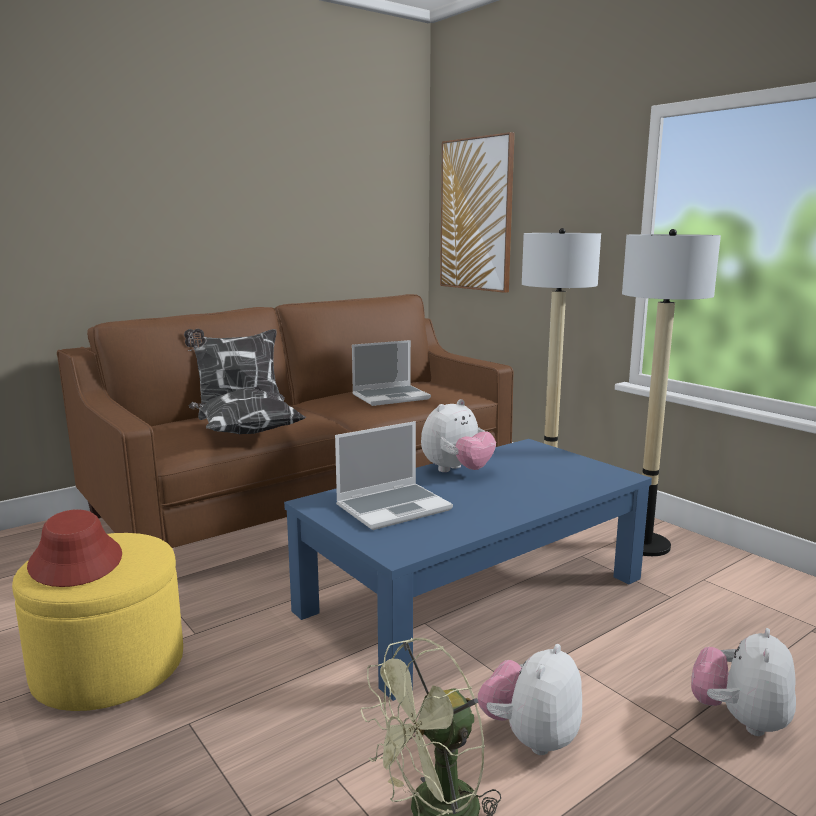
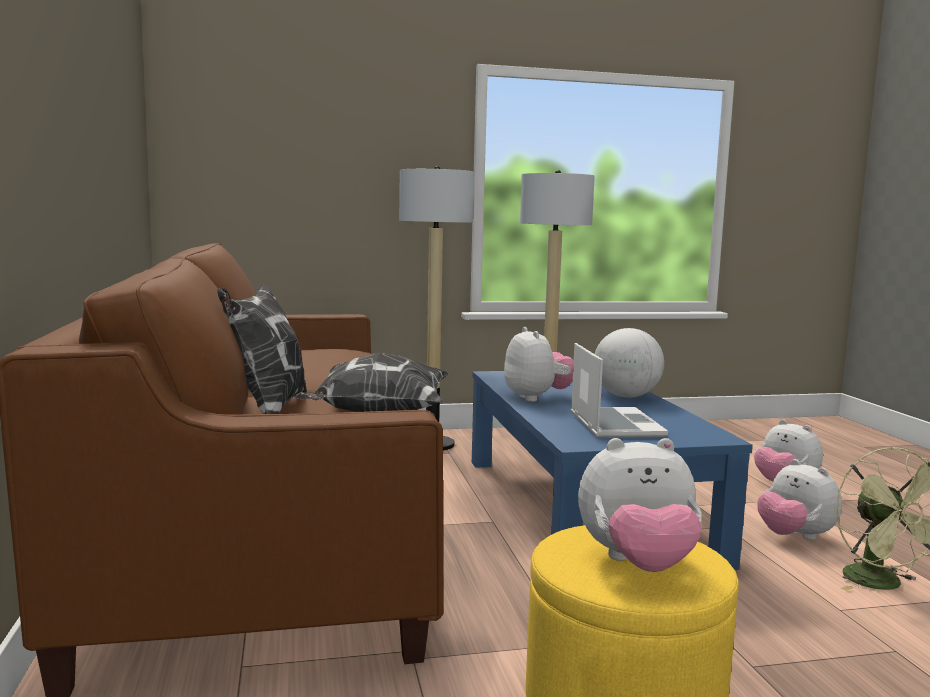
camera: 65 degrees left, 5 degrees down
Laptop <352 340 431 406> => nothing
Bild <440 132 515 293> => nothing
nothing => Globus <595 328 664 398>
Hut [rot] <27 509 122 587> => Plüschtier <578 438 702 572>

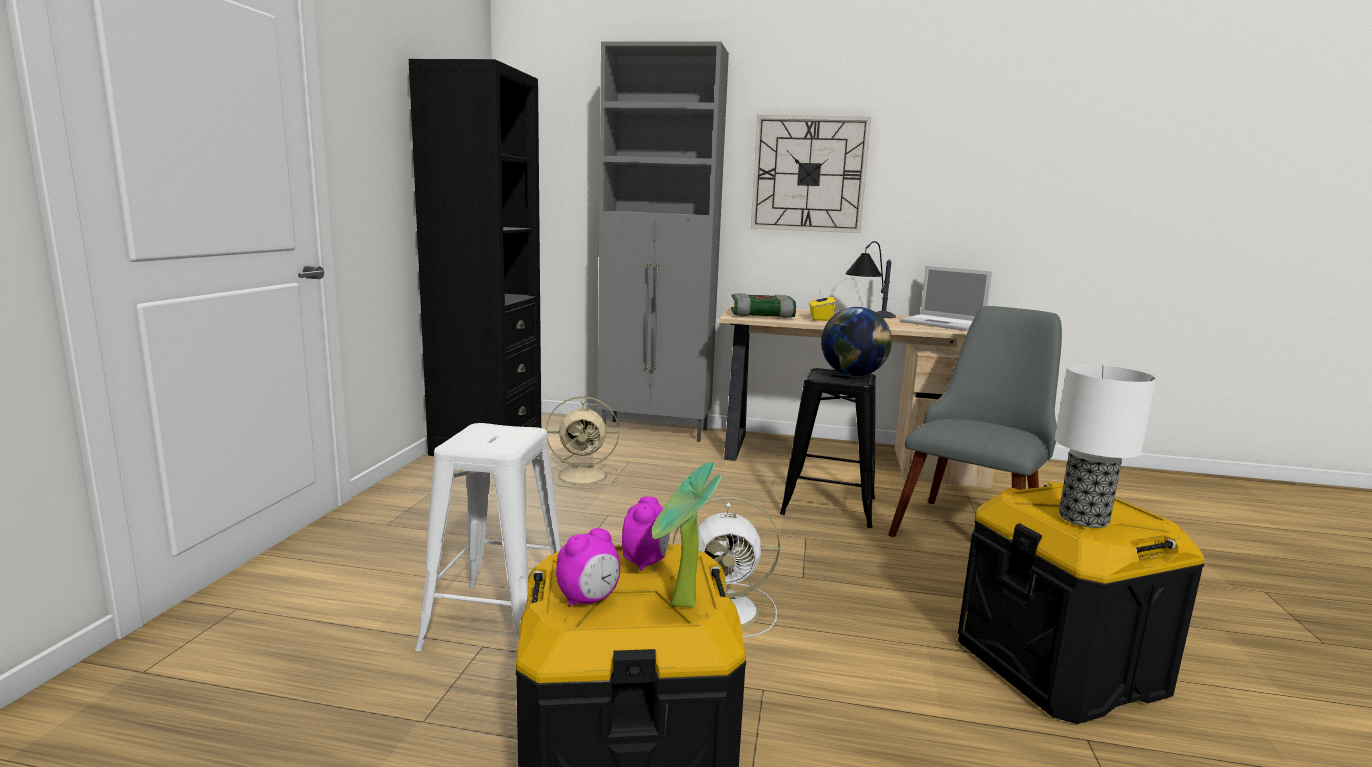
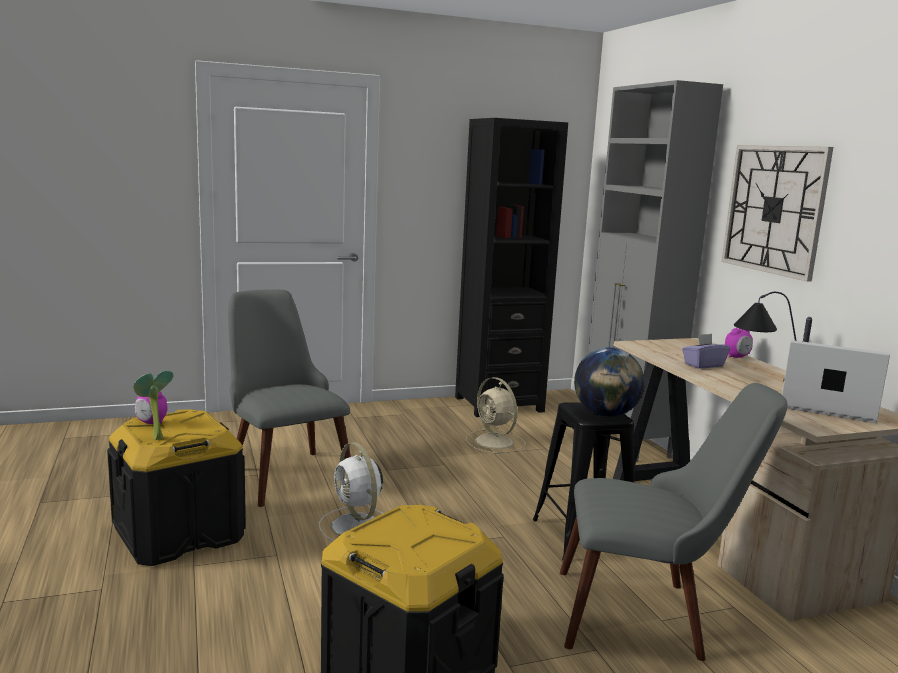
camera: 60 degrees right, 0 degrees up
Buch <731 293 796 318> => nothing
Tischlampe <1055 364 1156 528> => nothing
Wecker <622 496 670 571> => Wecker <725 328 753 358>, relocated
Hocker [weiß] <415 423 561 651> => Stuhl [grau] <228 289 351 507>
Taschentuchbox [gelb] <809 290 836 321> => Taschentuchbox [lila] <682 334 730 369>
Laptop <900 266 992 331> => Laptop <782 340 890 423>, 105 degrees clockwise

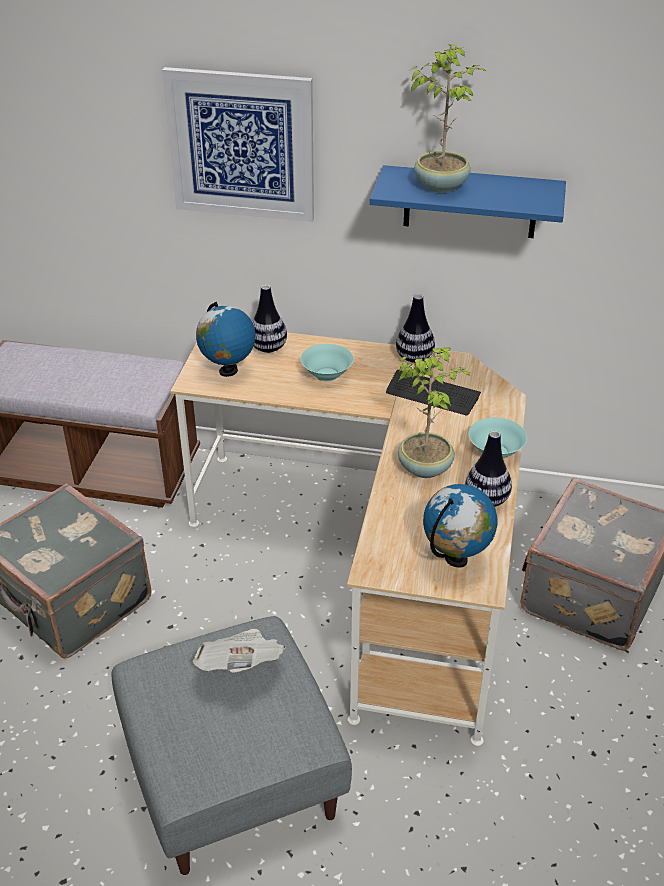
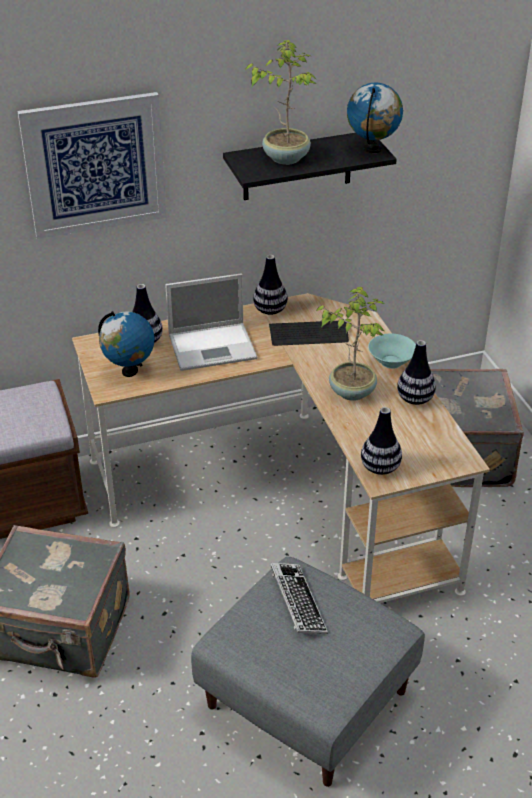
camera: 30 degrees left, 0 degrees up
nothing => Vase <361 407 402 475>
Globus <423 484 498 568> => Globus <347 83 403 153>, relocated
Zeitung <192 629 286 673> => Tastatur <271 563 328 634>
Schüssel [türkis] <300 344 354 382> => Laptop <165 273 257 371>
Wandregal [blau] <370 165 566 238> => Wandregal [schwarz] <223 133 397 200>

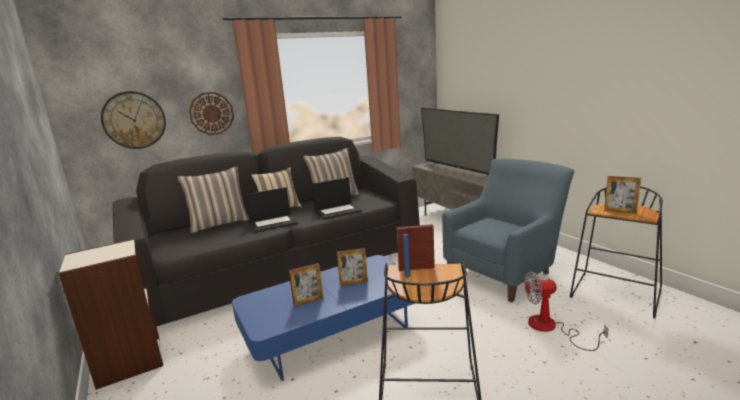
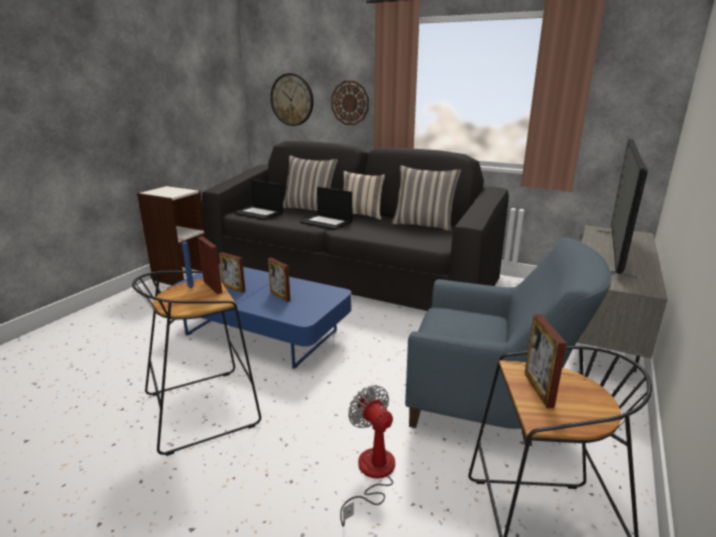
camera: 55 degrees right, 5 degrees up
Laptop <312 177 362 219> => Laptop <234 180 284 220>, relocated

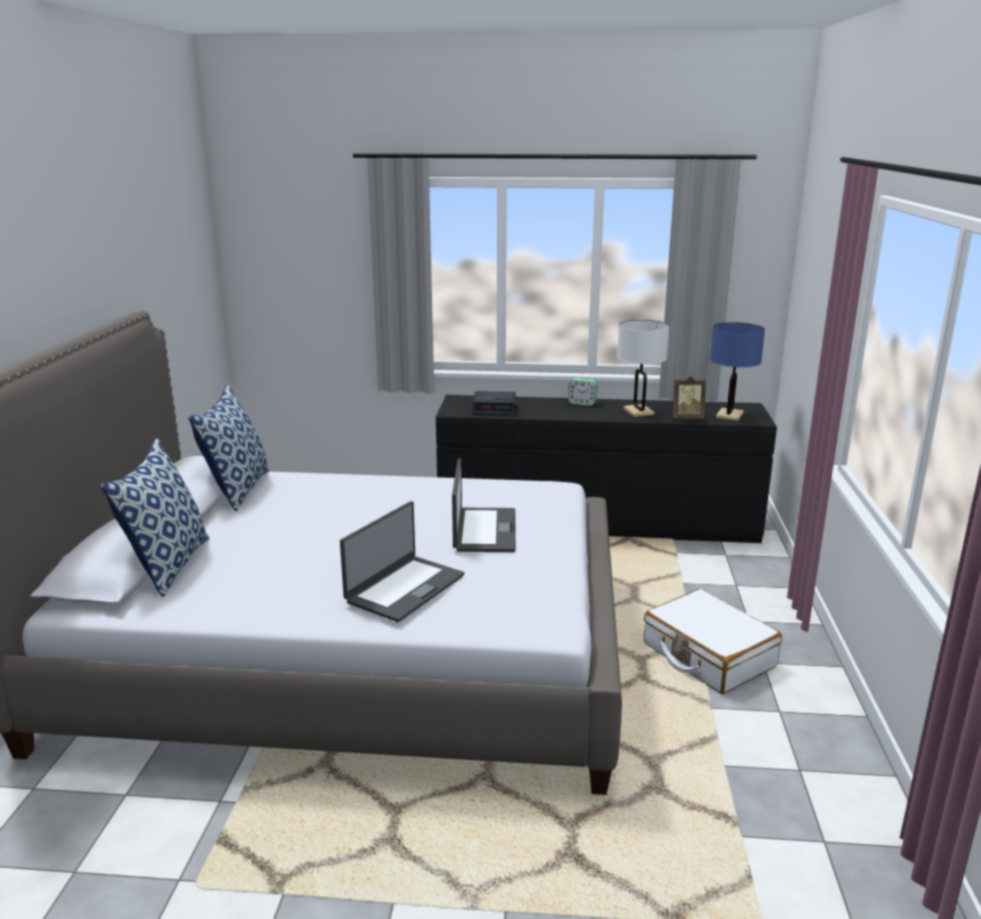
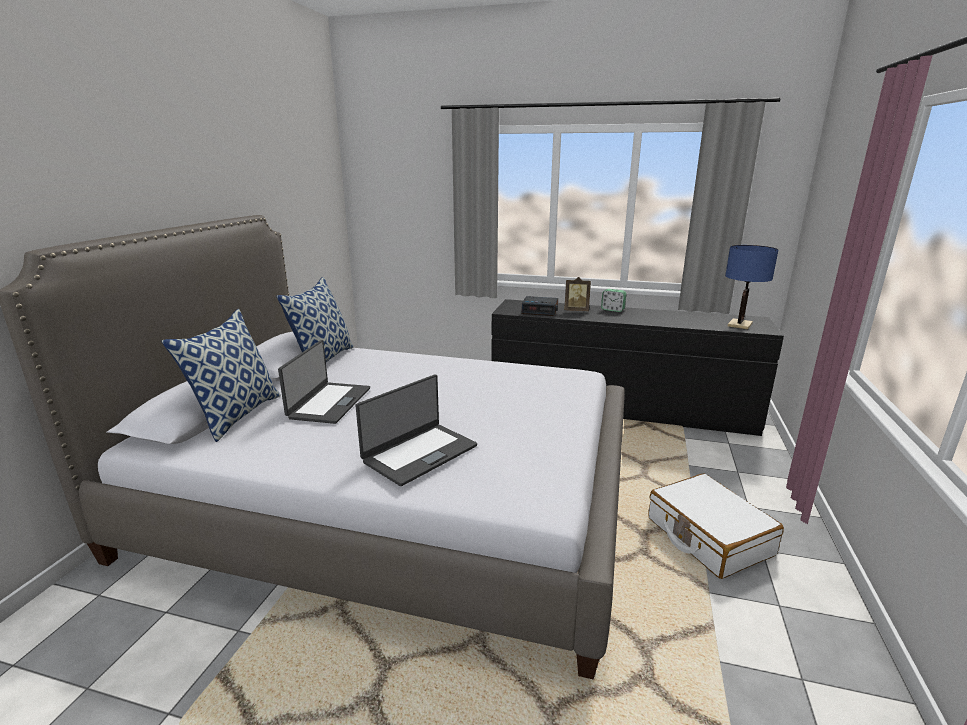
camera: 10 degrees right, 0 degrees up
Tischlampe [weiß] <617 320 670 417> => nothing
Laptop <452 458 516 552> => Laptop <278 340 370 424>, relocated
Bilderrahmen <673 376 706 419> => Bilderrahmen <564 277 591 311>, relocated

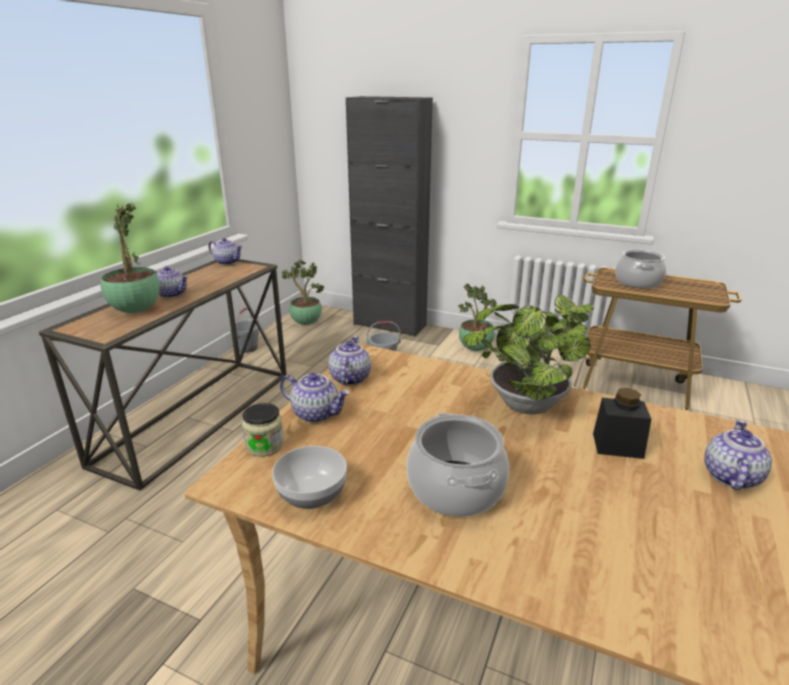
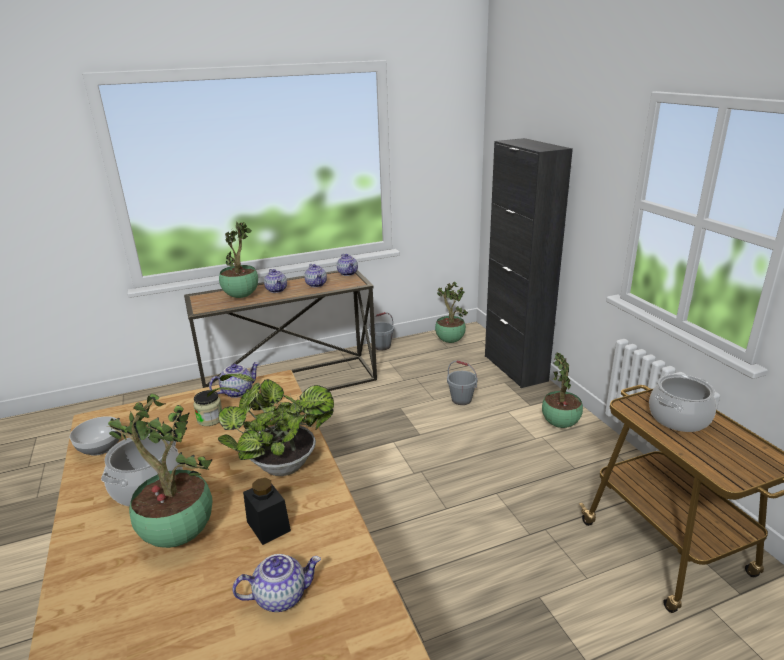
camera: 45 degrees right, 0 degrees up
nothing => Topfpflanze <106 394 212 548>
Vorratsglas <242 403 284 457> => Vorratsglas <194 390 222 426>, relocated
Teekanne <280 373 350 423> => Teekanne <304 264 327 287>, relocated

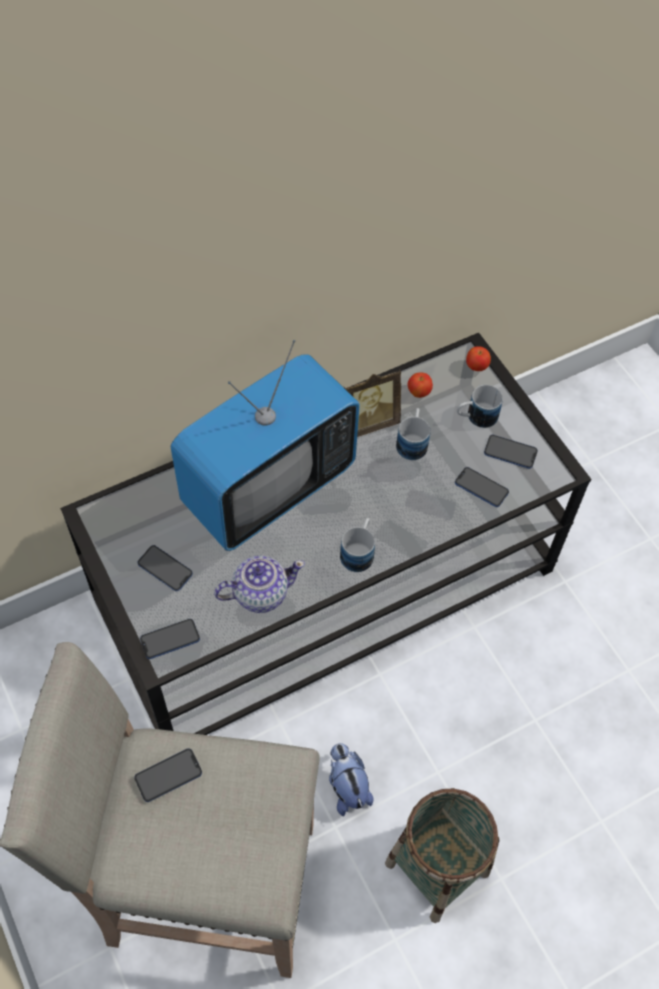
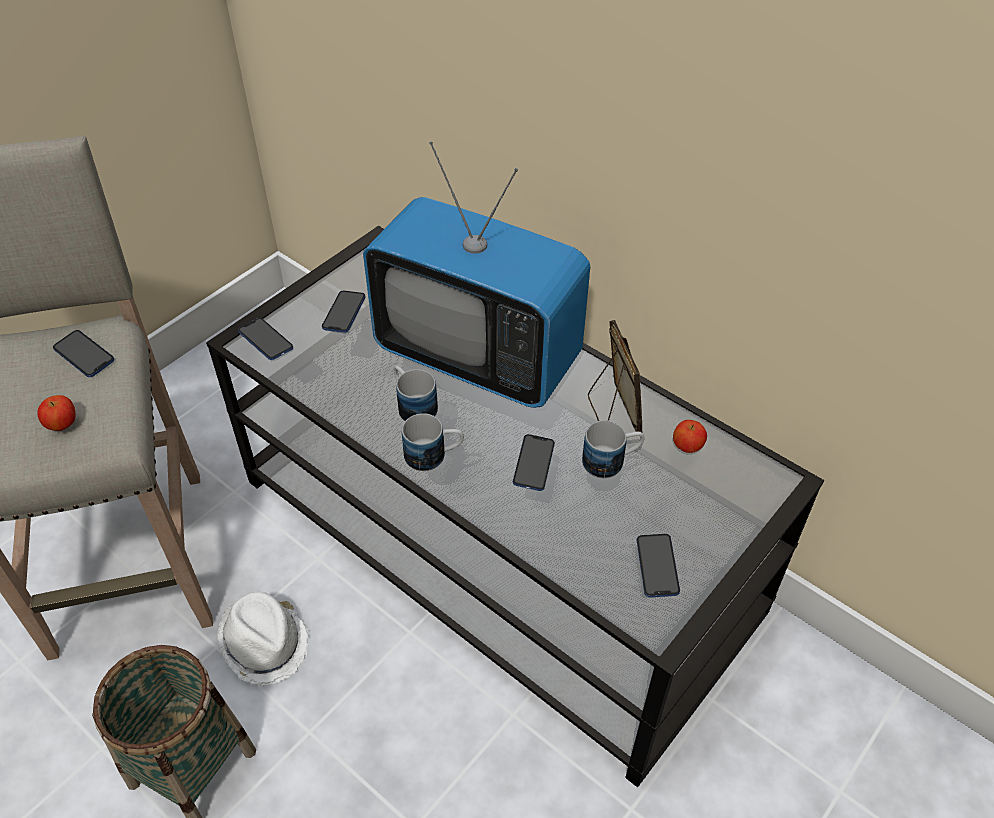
camera: 70 degrees right, 10 degrees down
Teekanne <214 555 305 613> => nothing
Handy <455 467 509 507> => Handy <513 434 555 491>, relocated
Henkelbecher <457 385 503 428> => Henkelbecher <394 365 438 421>, relocated
Apfel <466 346 491 371> => Apfel <37 395 76 431>, relocated
Plüschtier <329 743 373 816> => Hut [weiß] <217 592 308 686>
Bilderrahmen <344 369 401 437> => Bilderrahmen <588 320 643 433>, 150 degrees counterclockwise

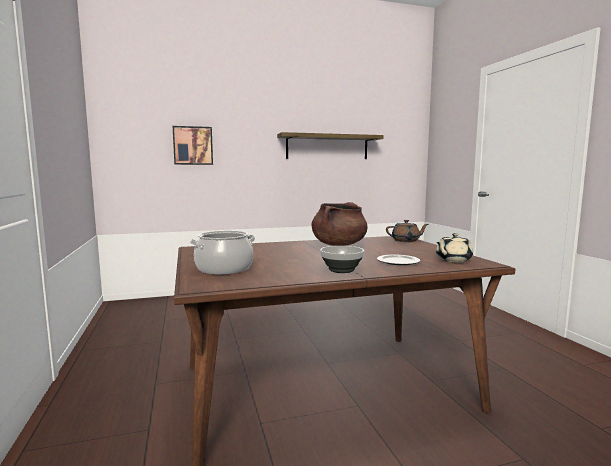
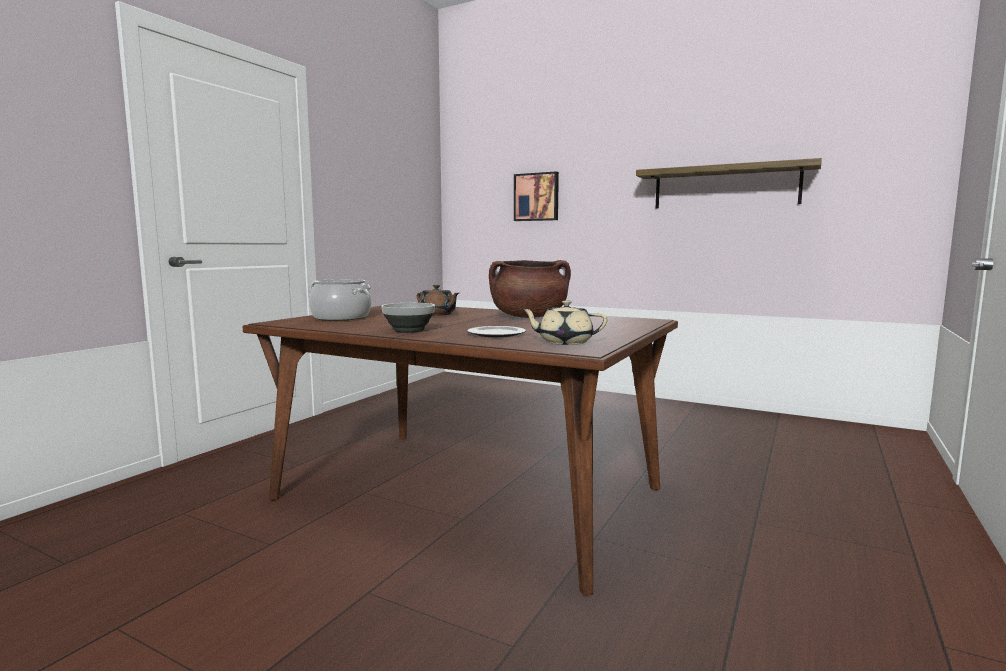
camera: 45 degrees right, 0 degrees up
Teekanne [braun] <386 220 429 242> => Teekanne [braun] <417 285 459 316>, relocated

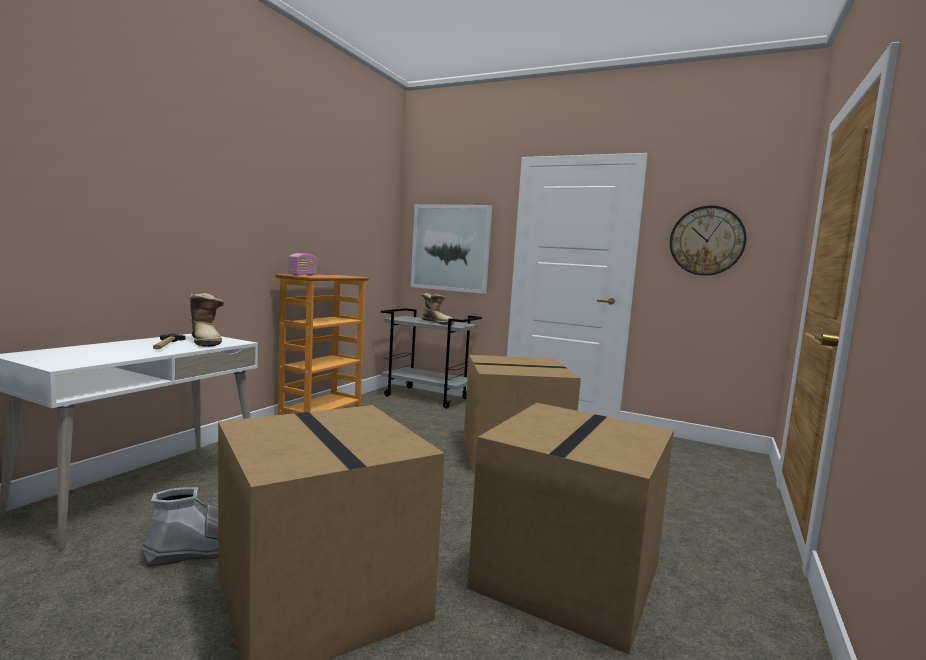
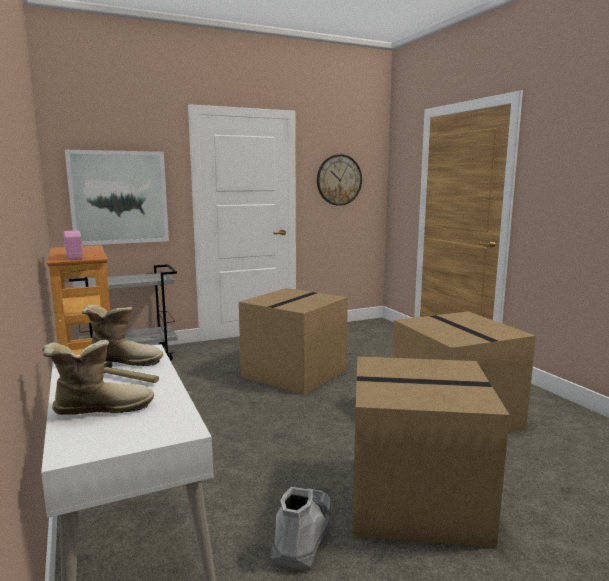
camera: 50 degrees left, 5 degrees up
Stiefel <422 293 454 325> => Stiefel <42 339 154 415>, relocated

